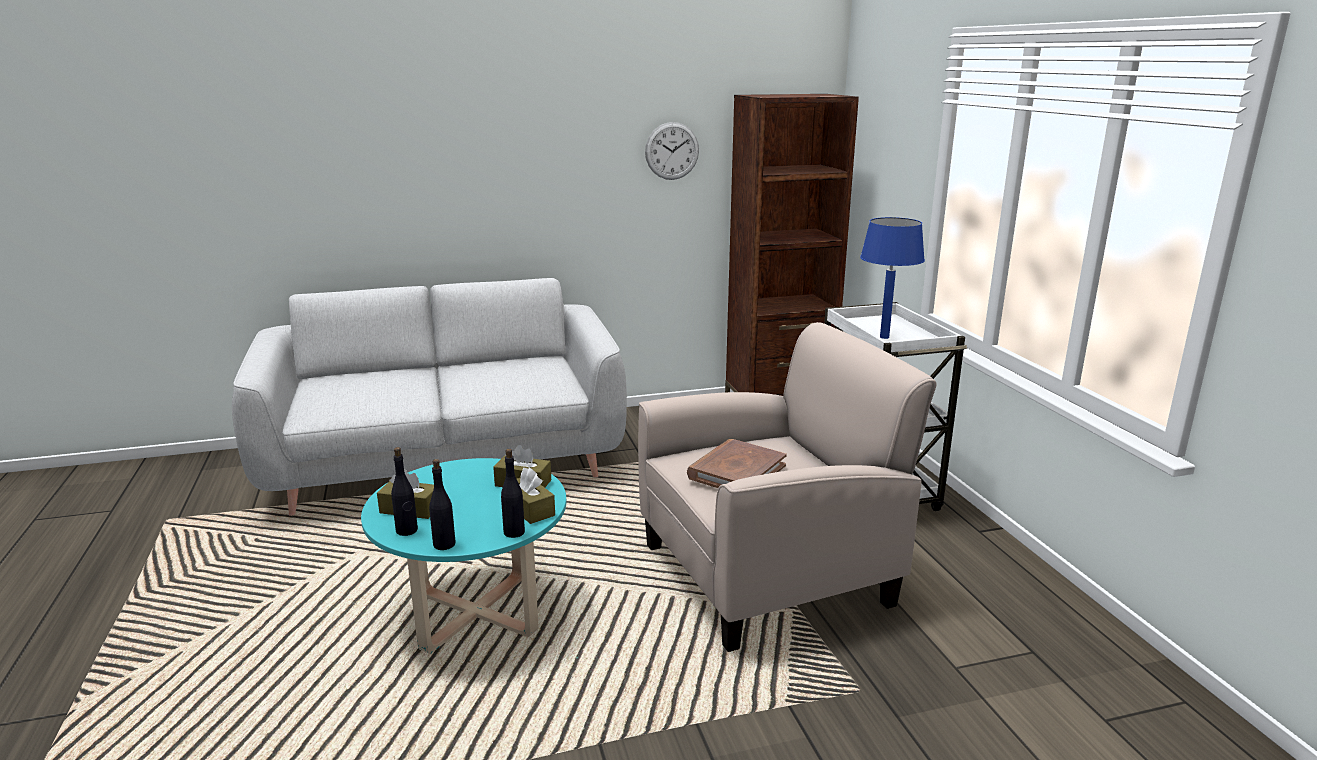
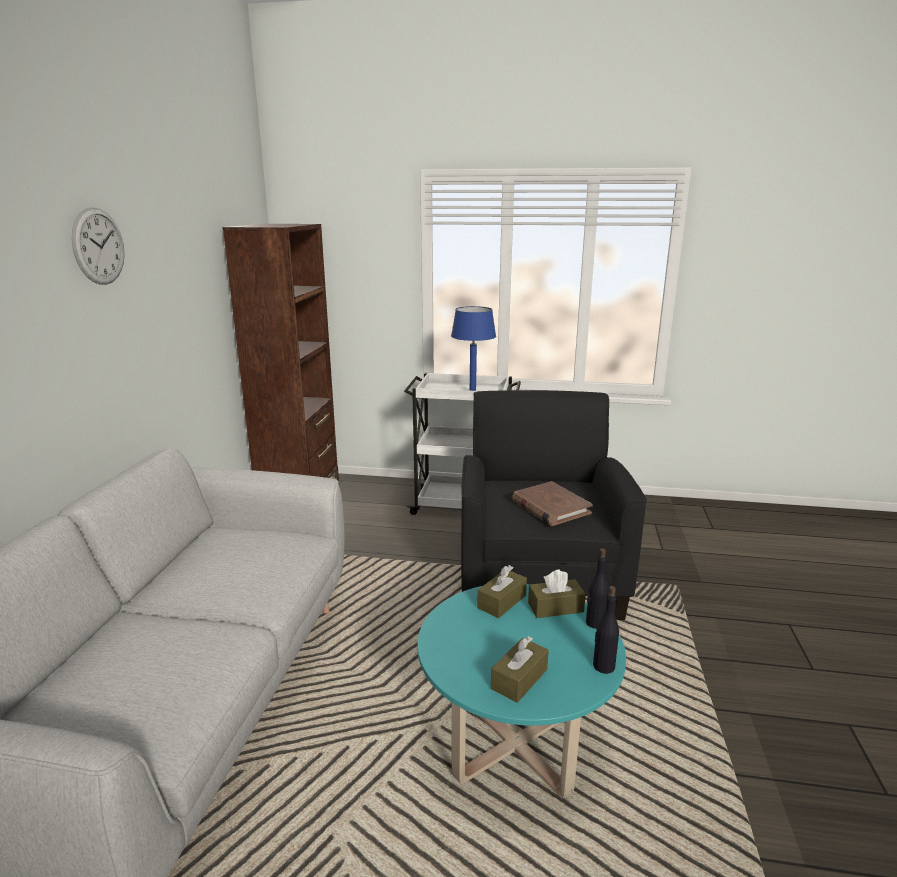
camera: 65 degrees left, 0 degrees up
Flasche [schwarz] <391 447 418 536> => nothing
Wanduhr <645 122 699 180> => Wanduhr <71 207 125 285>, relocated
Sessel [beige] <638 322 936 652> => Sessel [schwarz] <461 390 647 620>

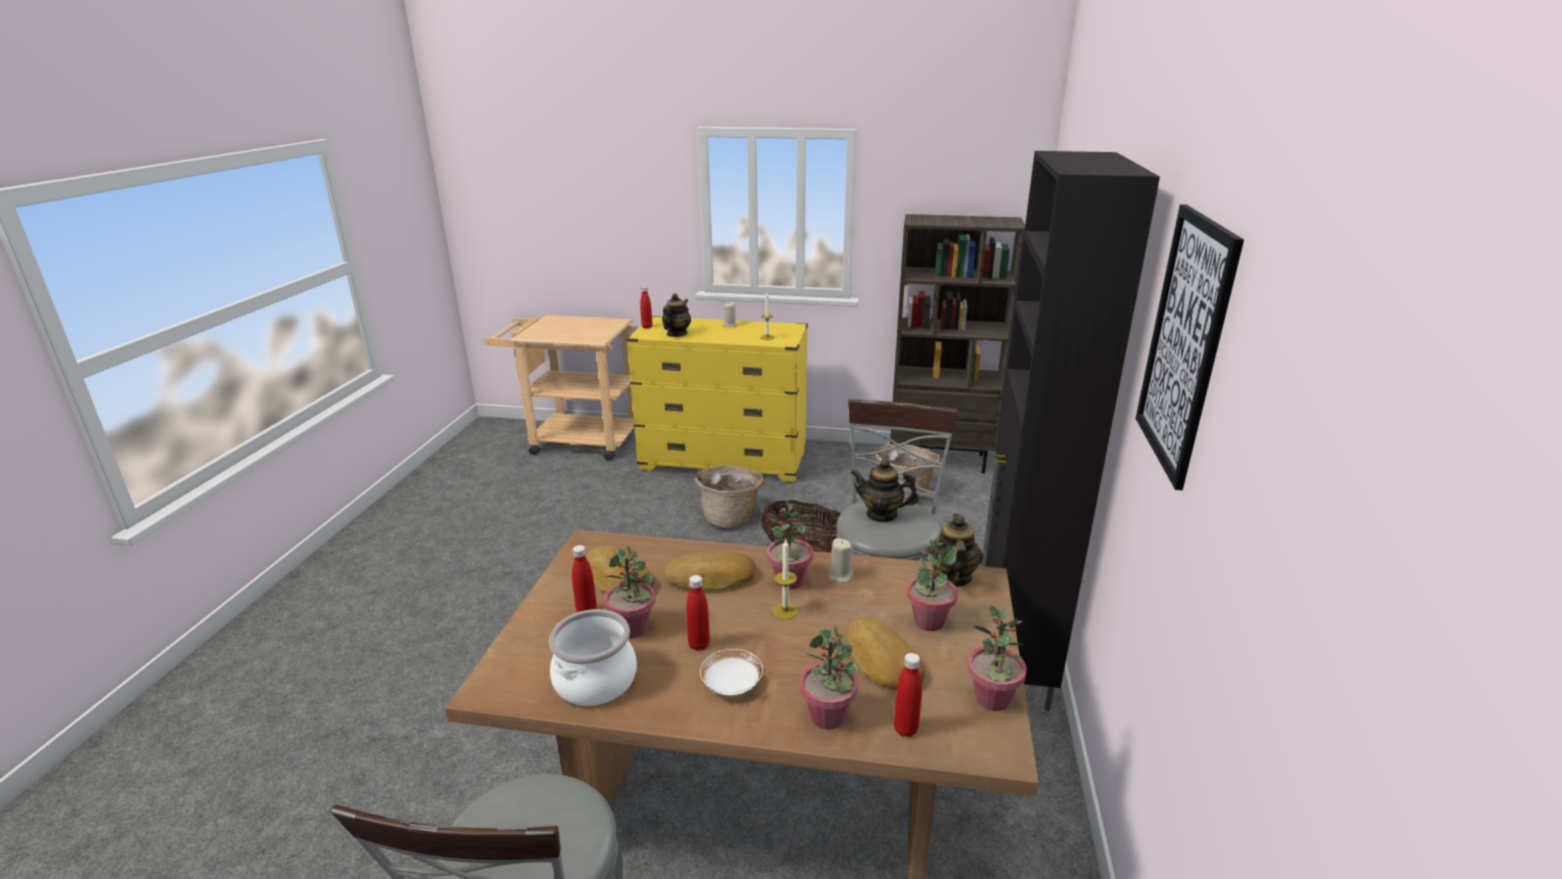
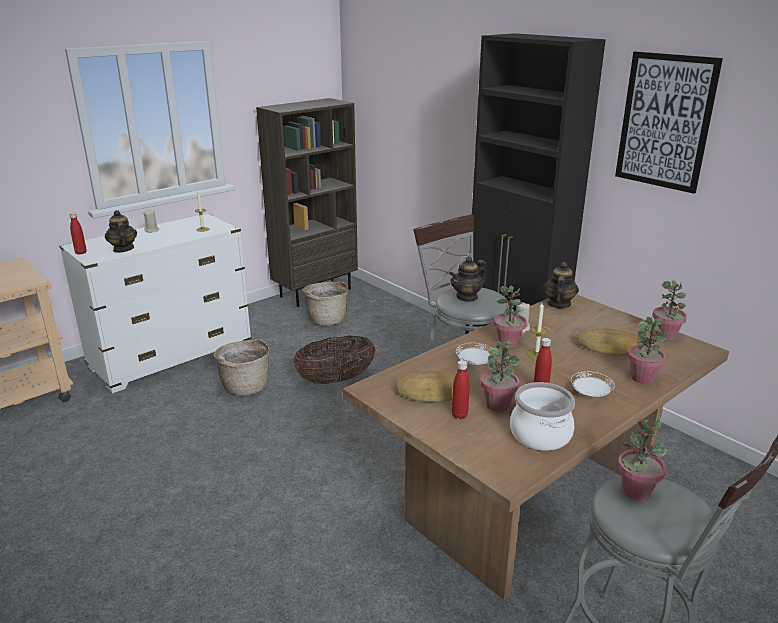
camera: 50 degrees left, 0 degrees up
Flasche [rot] <894 653 922 737> => nothing
Topfpflanze <907 538 958 631> => Topfpflanze <618 416 668 501>, relocated
Brot <664 551 757 591> => Teller [weiß] <456 343 491 365>
Kommode [gelb] <626 316 808 482> => Kommode [weiß] <59 213 252 393>
Teekanne <928 514 983 587> => Teekanne <543 262 579 308>, 60 degrees clockwise

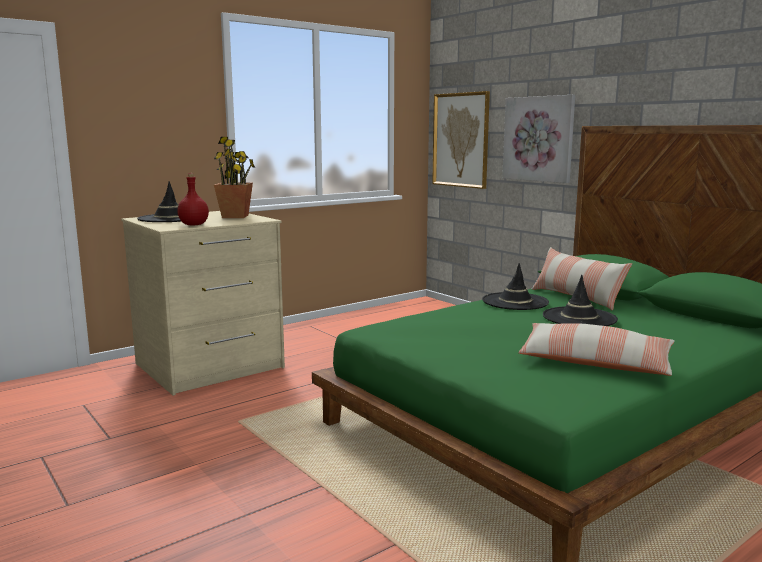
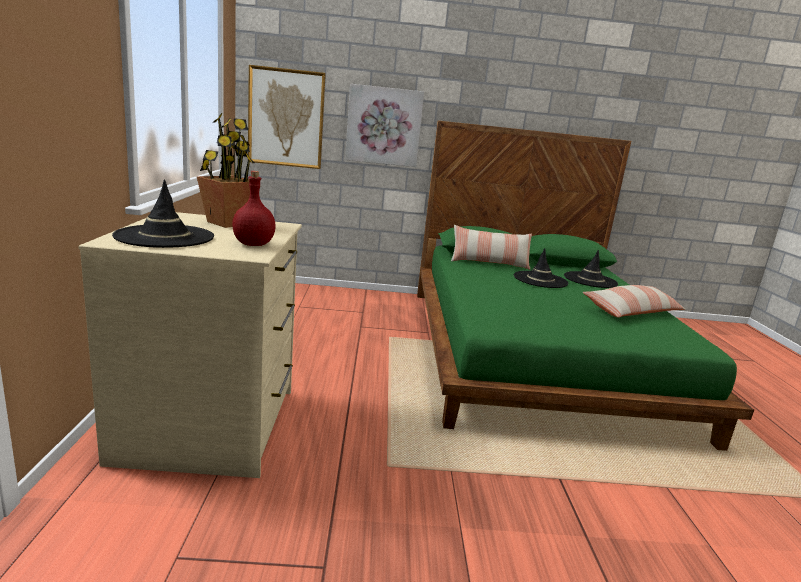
camera: 55 degrees left, 5 degrees up
Hut [schwarz] <482 263 549 310> => Hut [schwarz] <564 250 618 288>, relocated

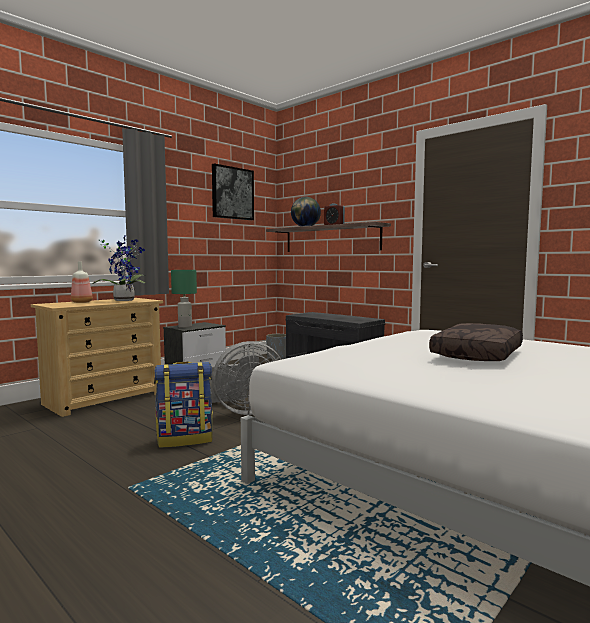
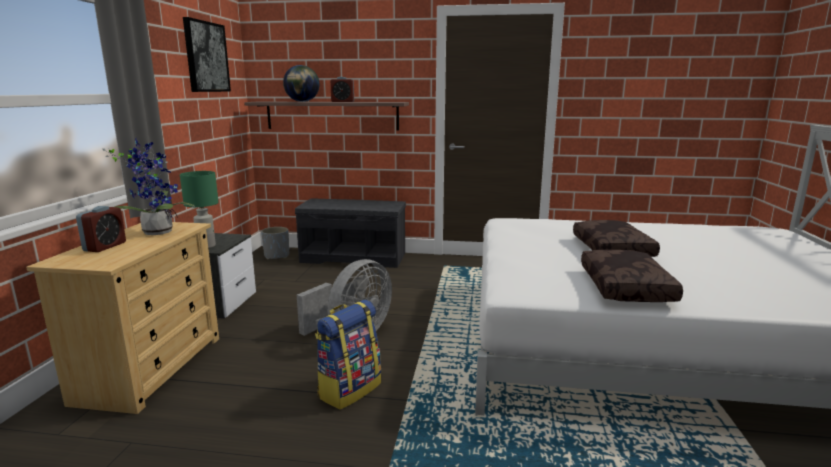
camera: 35 degrees left, 10 degrees up
nothing => Kissen [braun] <581 250 683 302>
Flasche <71 261 93 303> => Wecker <76 206 126 252>

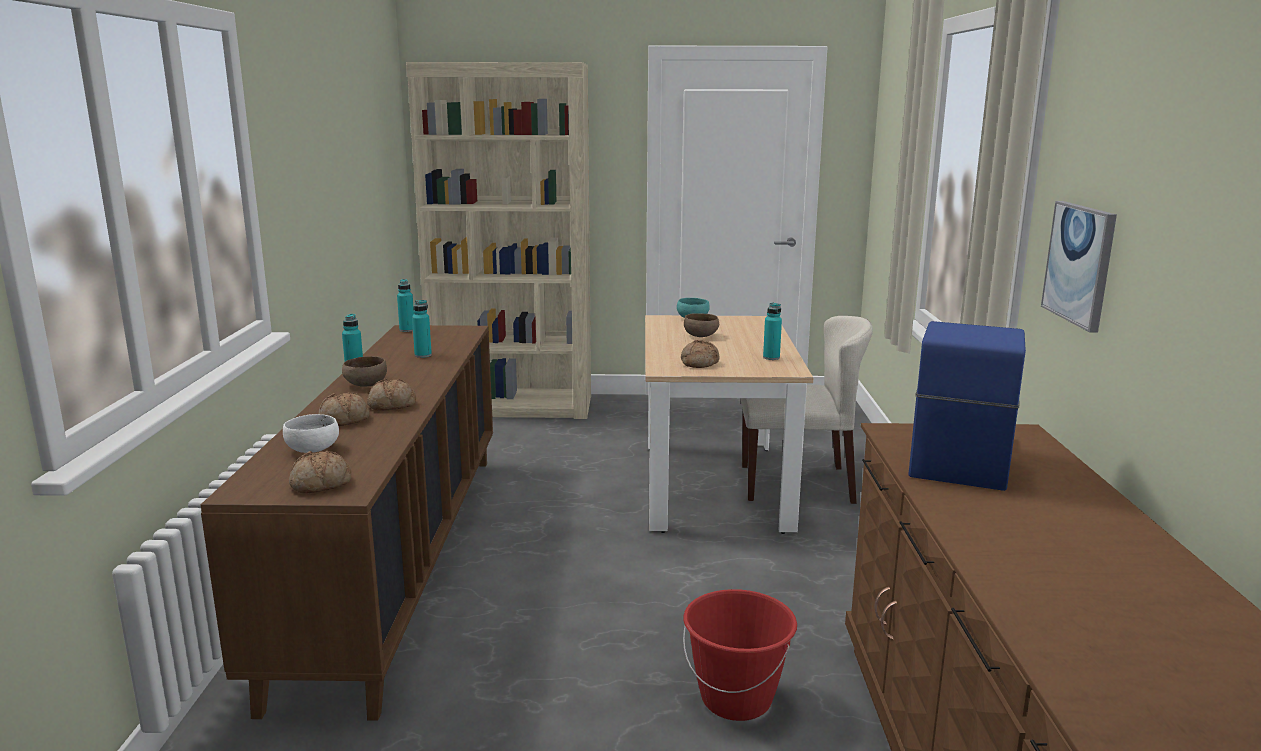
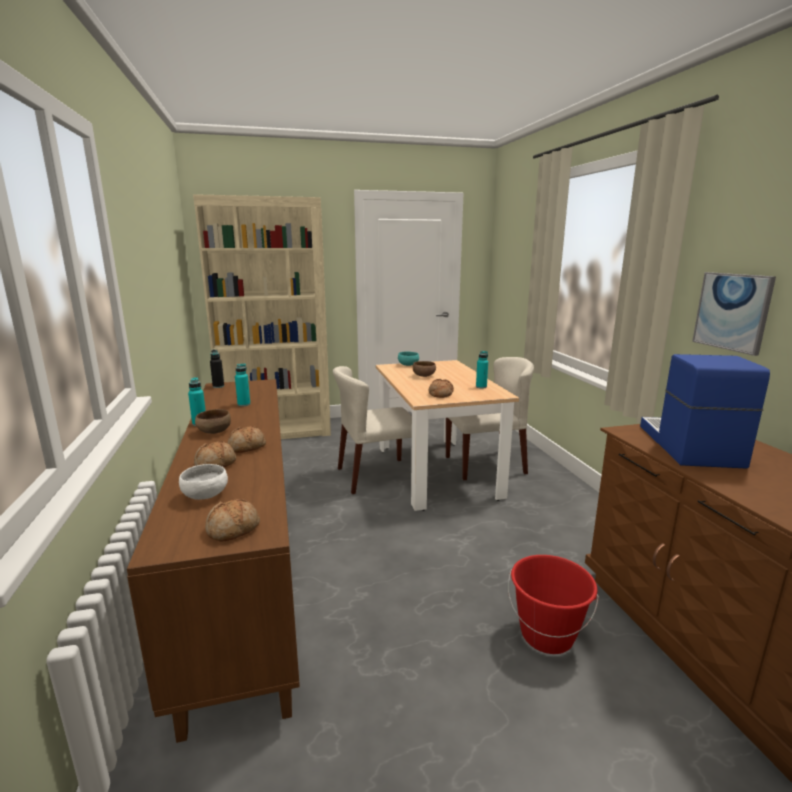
camera: 15 degrees left, 0 degrees up
nothing => Stuhl [beige] <333 366 412 494>
Flasche [türkis] <397 279 414 332> => Flasche [schwarz] <210 350 224 388>

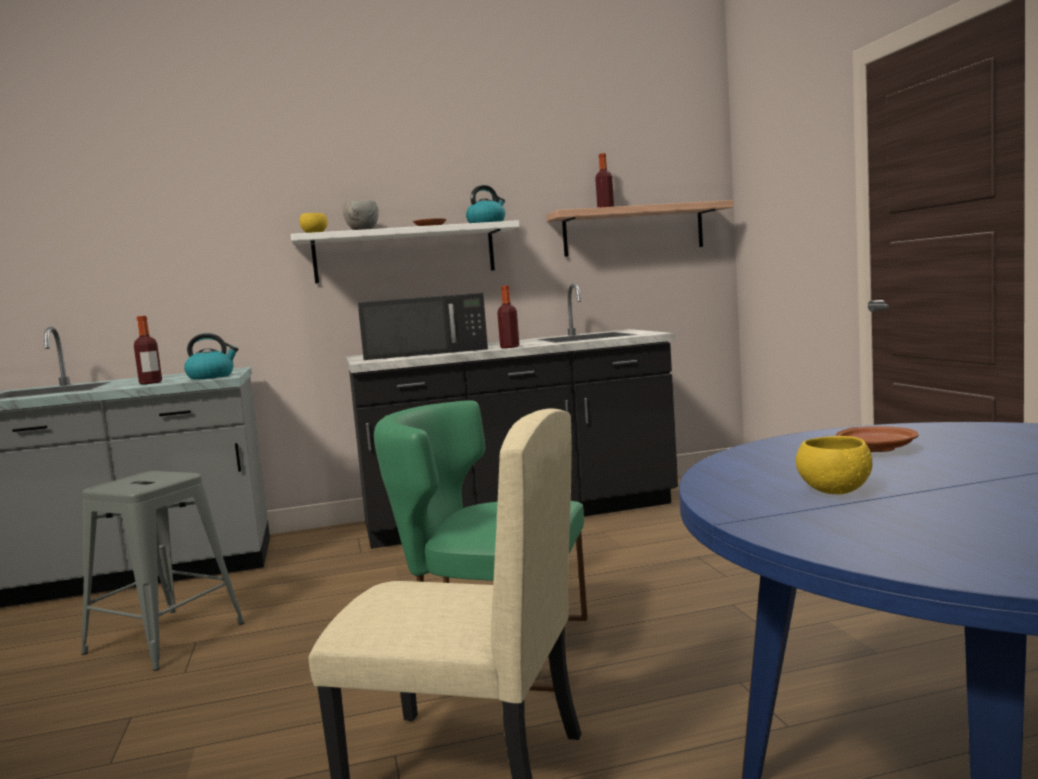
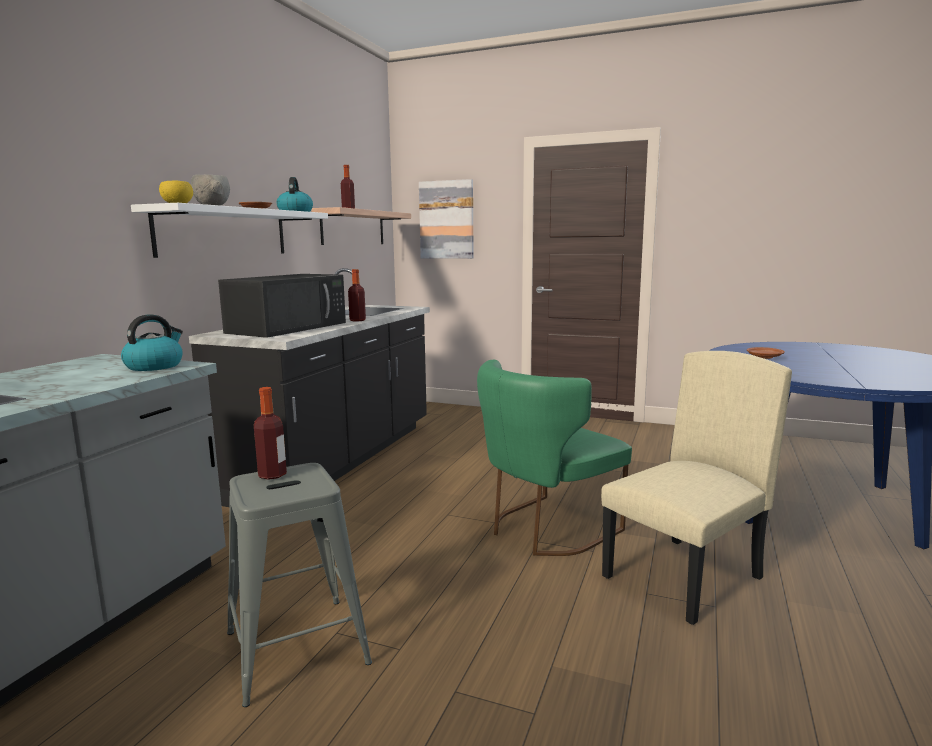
camera: 55 degrees left, 5 degrees up
Schüssel [gelb] <796 436 873 494> => nothing
nothing => Bild <419 179 474 259>
Flasche <134 316 162 384> => Flasche <254 387 287 480>, relocated

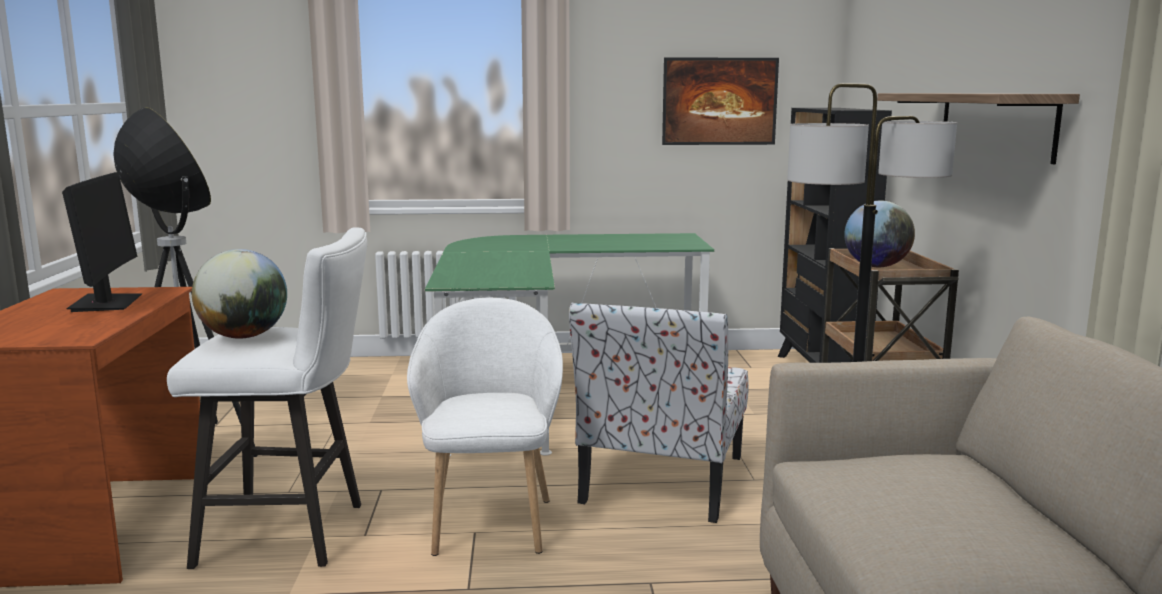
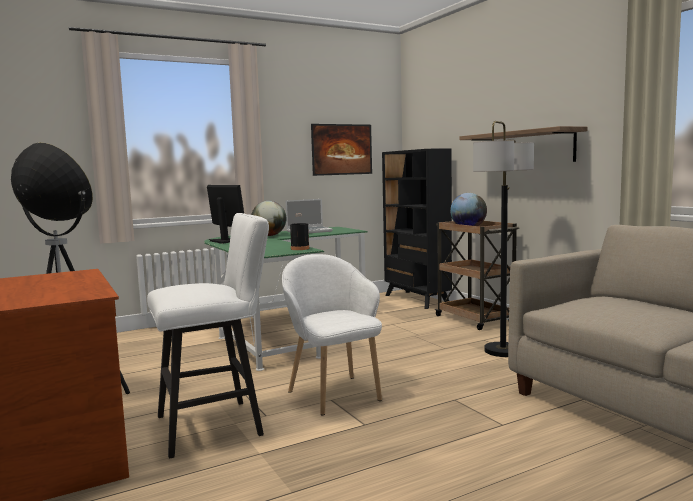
camera: 25 degrees left, 5 degrees down
Stuhl <569 302 749 523> => nothing
nothing => Laptop <285 199 333 233>
nothing => Flasche [schwarz] <290 213 309 250>
Monitor <62 172 143 312> => Monitor <207 185 244 244>, relocated
Globus <192 249 287 339> => Globus <251 201 287 236>, relocated

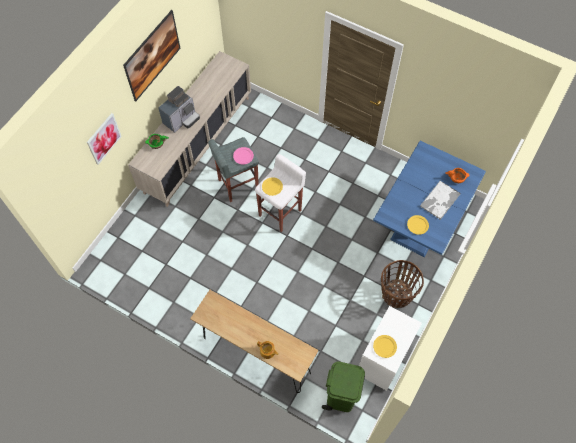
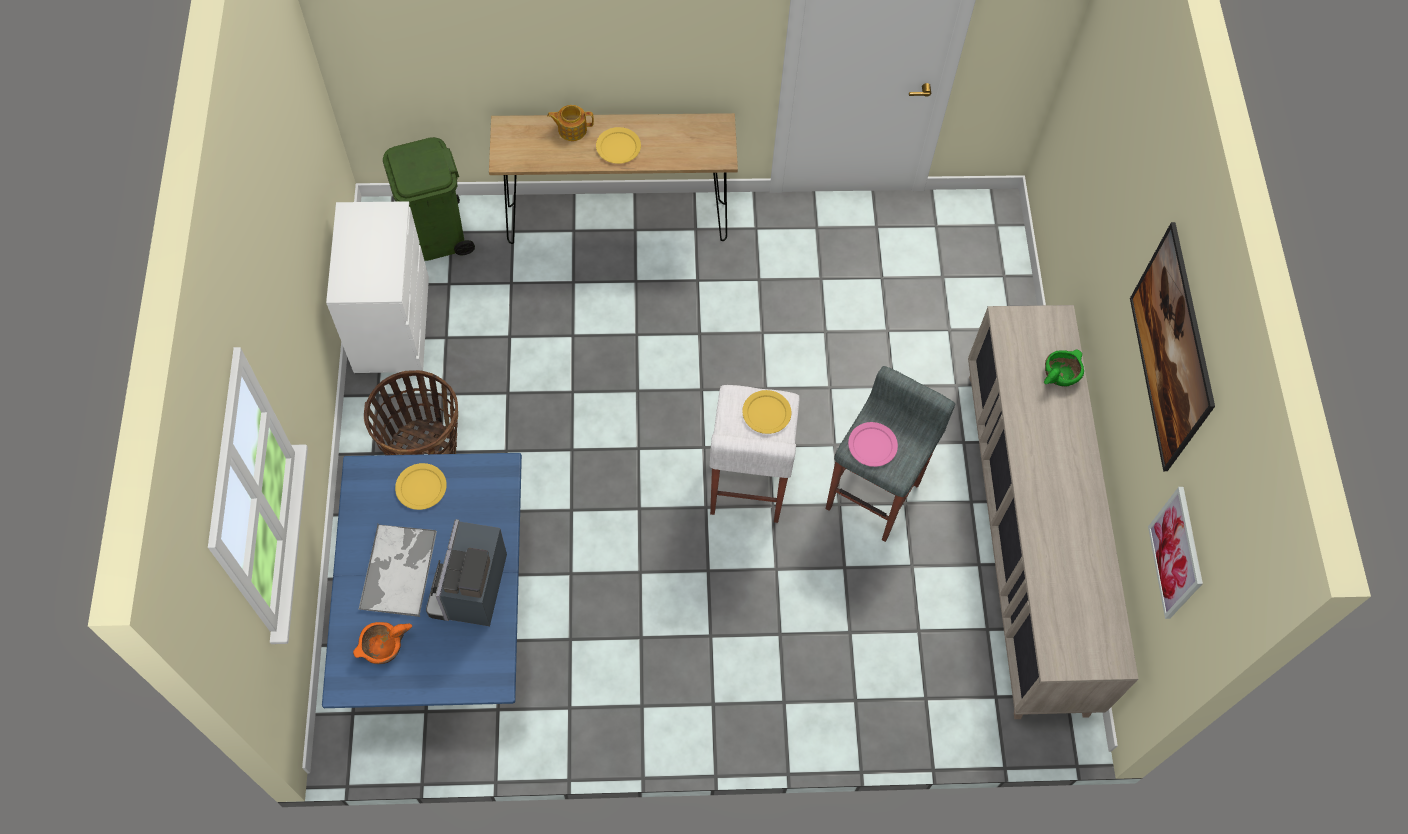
camera: 145 degrees right, 0 degrees up
Bild <87 113 122 165> => Bild <1148 487 1203 619>, relocated
Kaffeemaschine <158 86 200 133> => Kaffeemaschine <426 519 507 626>, relocated
Teller [gelb] <373 335 397 358> => Teller [gelb] <596 127 641 164>, relocated

